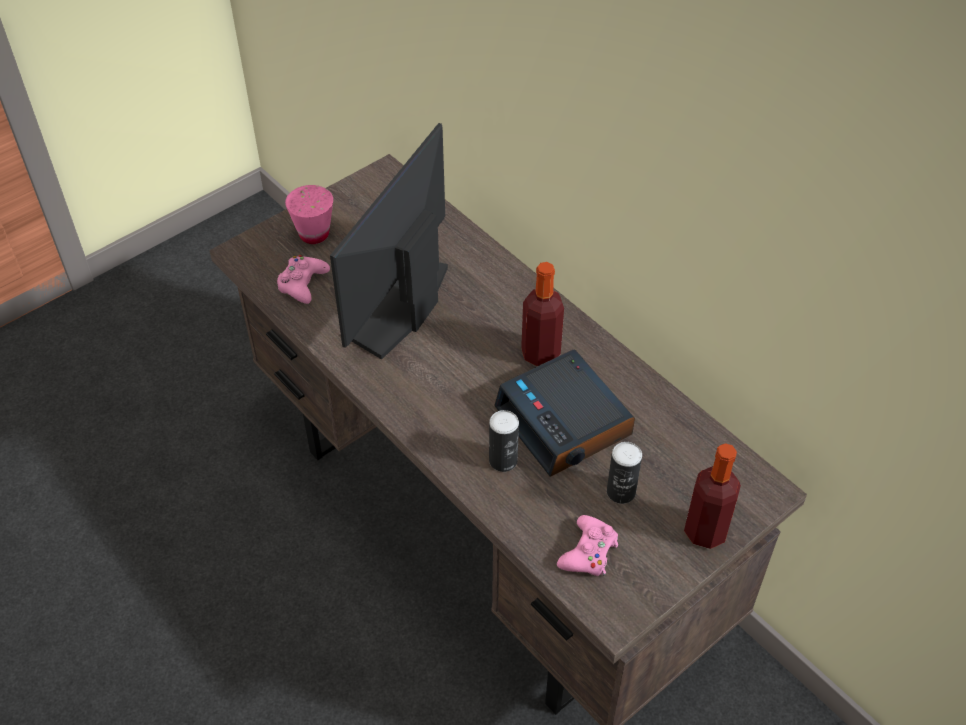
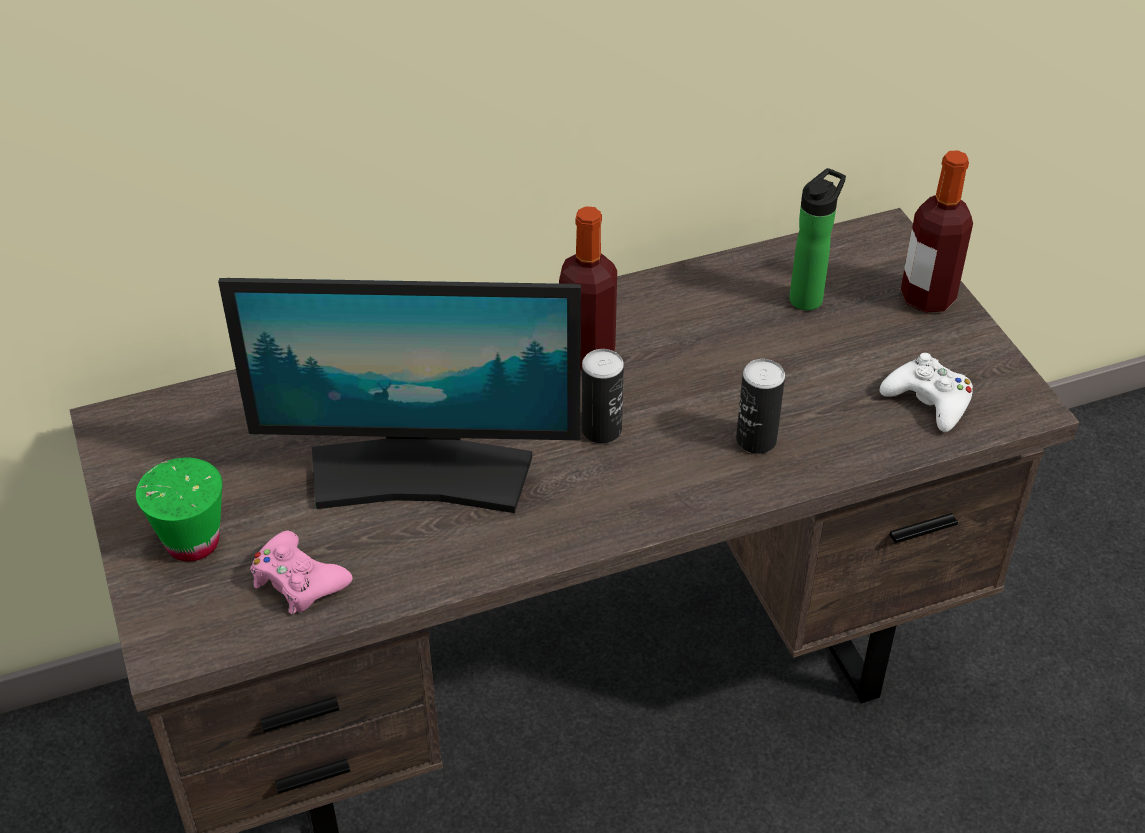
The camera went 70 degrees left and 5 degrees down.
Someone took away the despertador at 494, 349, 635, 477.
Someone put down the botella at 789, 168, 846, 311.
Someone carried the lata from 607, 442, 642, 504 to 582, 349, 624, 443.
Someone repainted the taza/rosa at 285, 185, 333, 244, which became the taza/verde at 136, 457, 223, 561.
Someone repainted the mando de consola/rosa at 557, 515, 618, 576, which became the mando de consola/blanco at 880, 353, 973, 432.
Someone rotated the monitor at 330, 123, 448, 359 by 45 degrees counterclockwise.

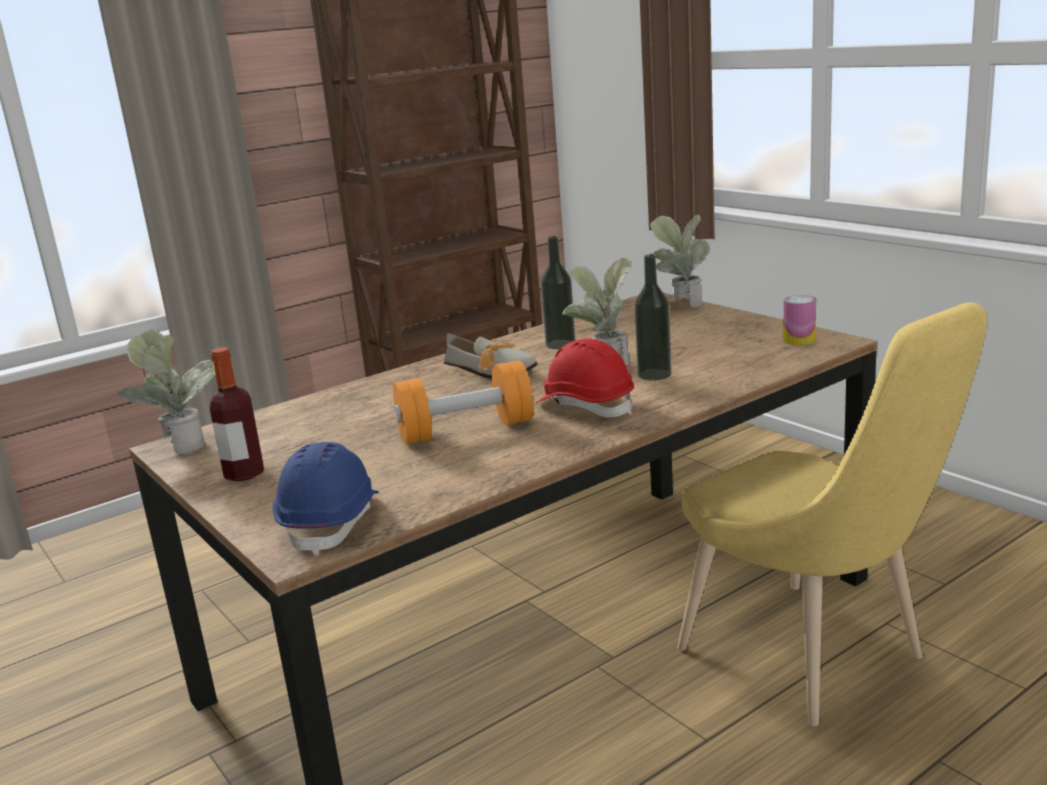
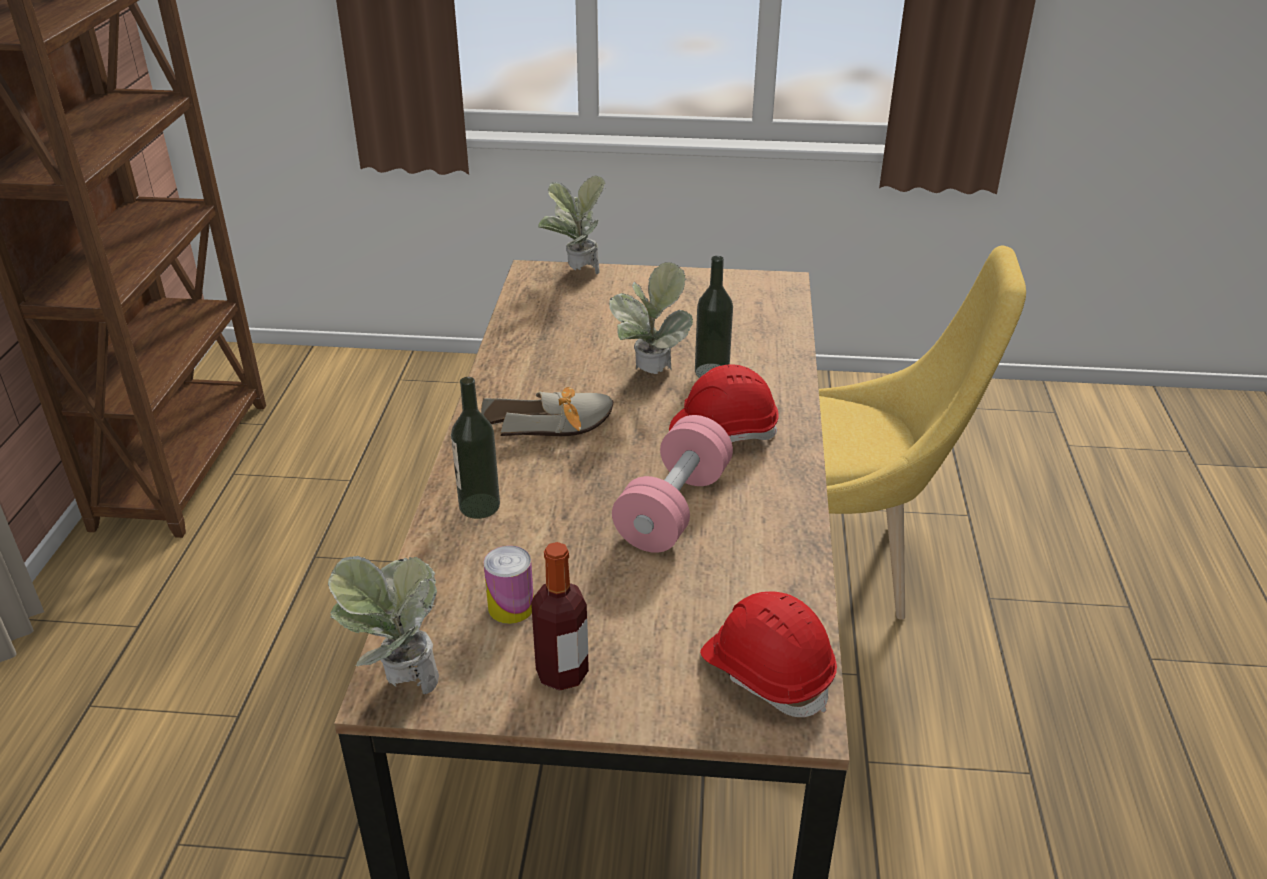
The camera went 50 degrees left and 15 degrees up.
Someone carried the botella from 541, 236, 575, 349 to 451, 377, 500, 519.
Someone carried the lata from 783, 295, 816, 345 to 484, 546, 534, 624.
Someone repainted the casco/azul at 273, 442, 379, 556, which became the casco/rojo at 700, 591, 837, 717.
Someone repainted the mancuerna/naranja at 393, 360, 533, 444, which became the mancuerna/rosa at 612, 415, 733, 553.

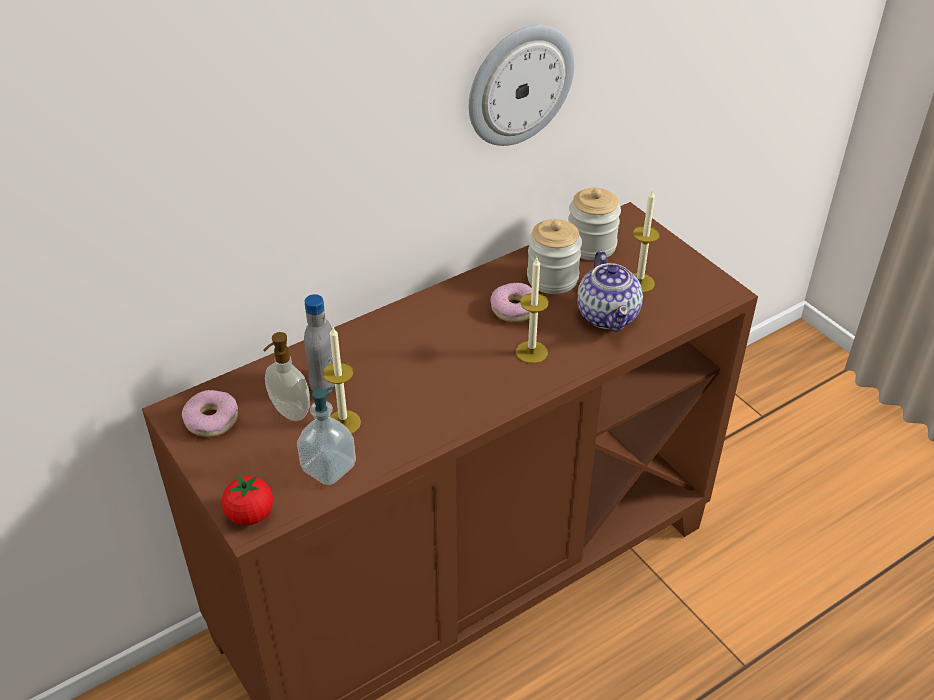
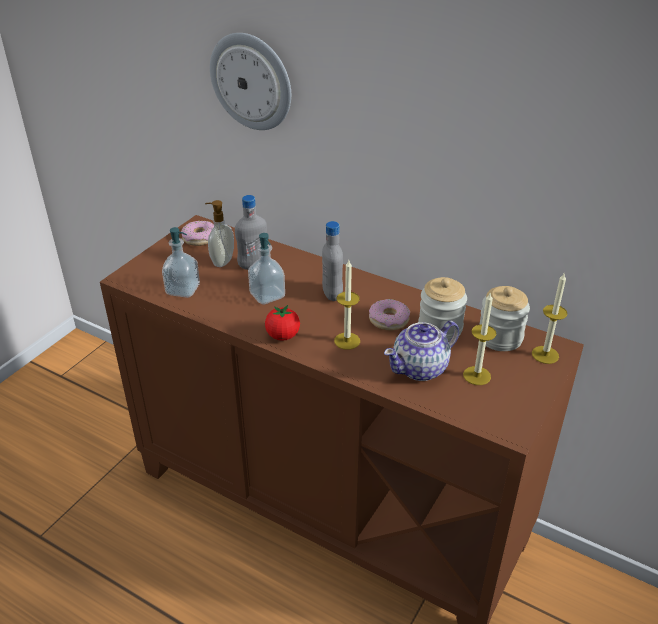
The camera went 65 degrees right and 5 degrees down.
Someone put down the dispensador de jabón at 248, 233, 285, 305.
Someone put down the botella/gris at 322, 221, 343, 301.
Someone carried the tomate from 221, 475, 273, 525 to 265, 305, 300, 341.
Someone carried the vela from 323, 327, 361, 434 to 532, 272, 567, 364.
Someone carried the reloj de pared from 469, 25, 574, 146 to 210, 33, 291, 130.

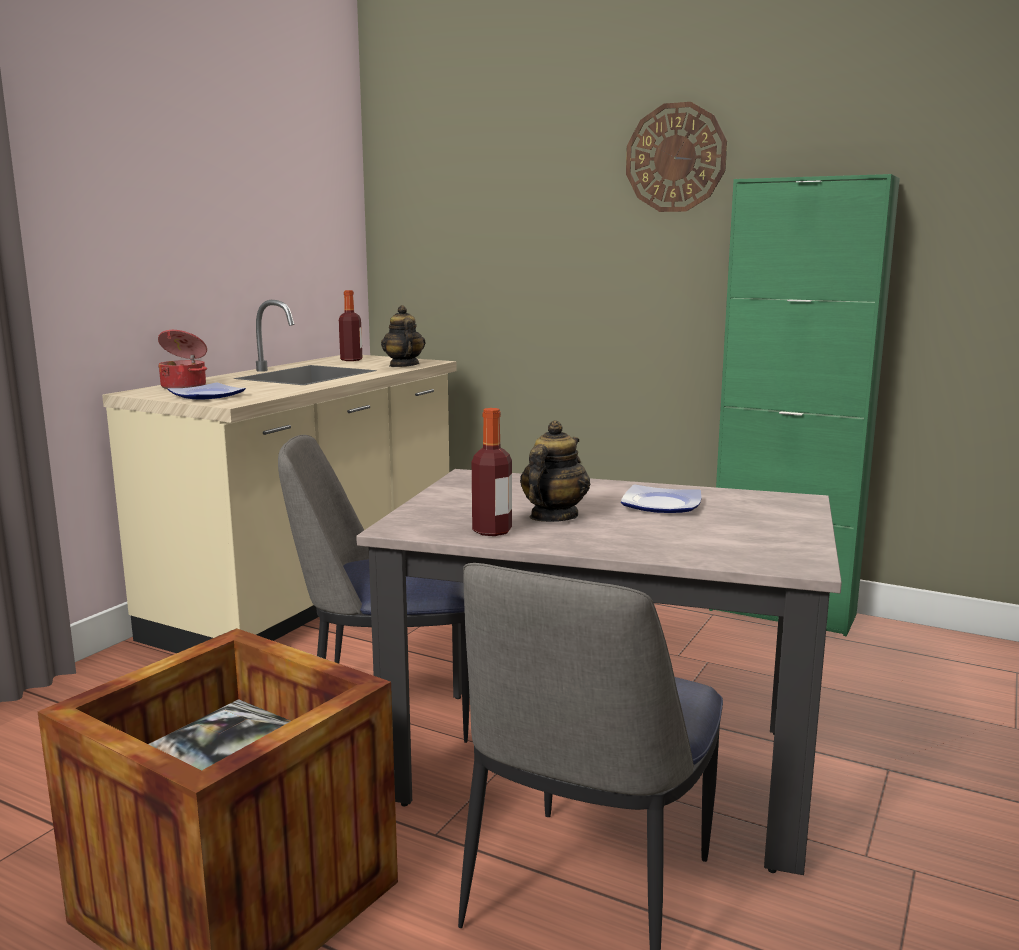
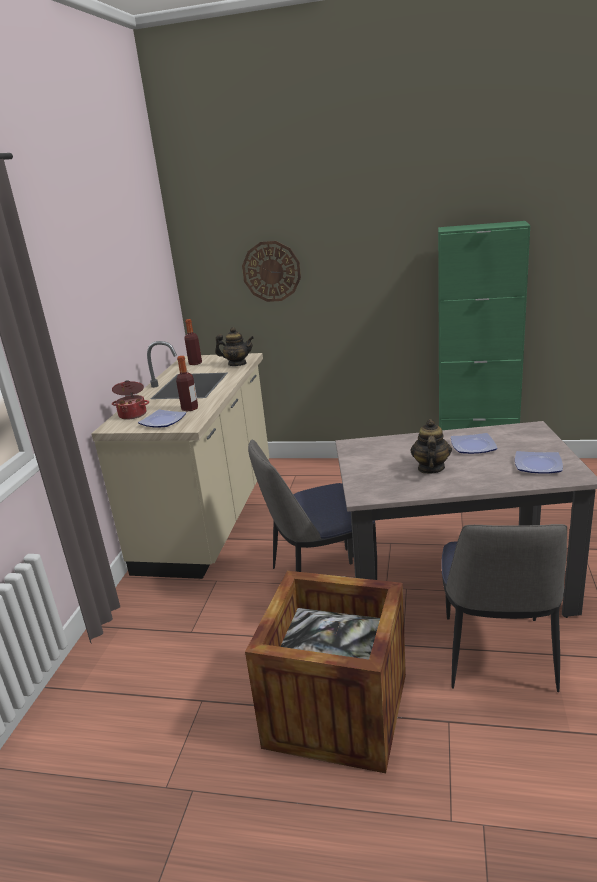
The camera went 15 degrees left and 10 degrees up.
Someone put down the plato at 515, 451, 563, 474.
Someone carried the botella from 472, 408, 512, 536 to 176, 356, 198, 412.
Someone carried the reloj de pared from 626, 102, 727, 212 to 242, 241, 301, 302.
Someone rotated the tetera at 381, 305, 425, 367 by 135 degrees clockwise.

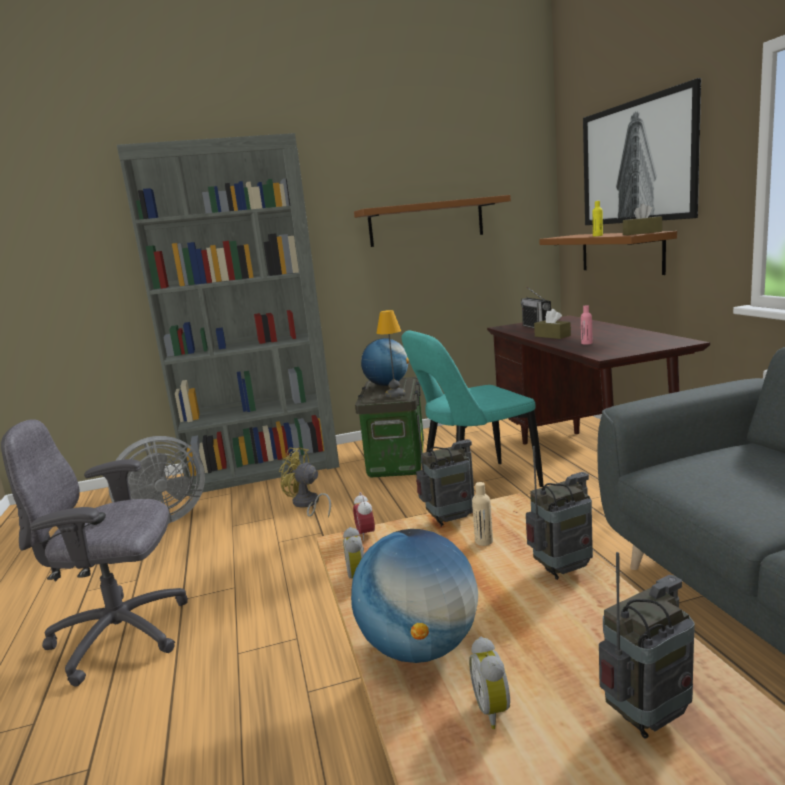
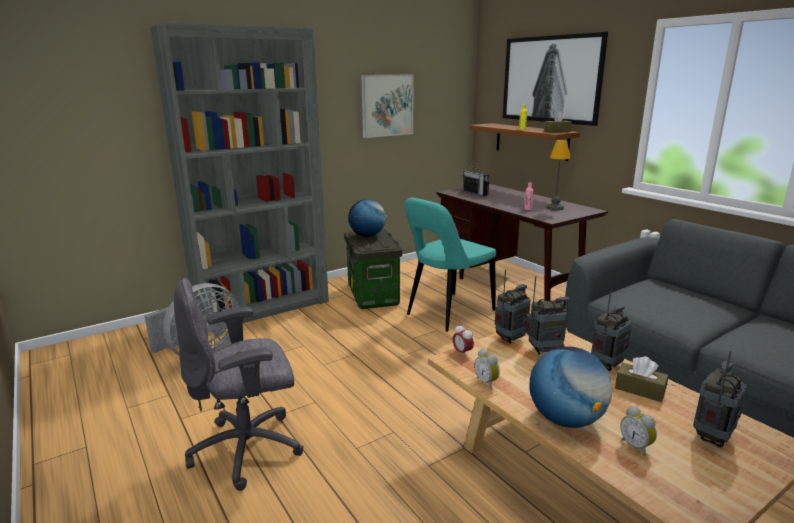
The camera went 20 degrees left and 5 degrees up.
Someone took away the ventilador/amarillo at 279, 447, 331, 518.
Someone carried the lámpara de mesa from 376, 310, 406, 397 to 547, 140, 570, 210.
Someone carried the caja de pañuelos/marrón from 534, 309, 571, 339 to 615, 356, 669, 402.
Someone swapped the estante/marrón at 354, 195, 511, 247 for the cuadro at 361, 74, 413, 138.
Someone swapped the botella/beis at 472, 482, 493, 546 for the radio at 525, 276, 570, 355.

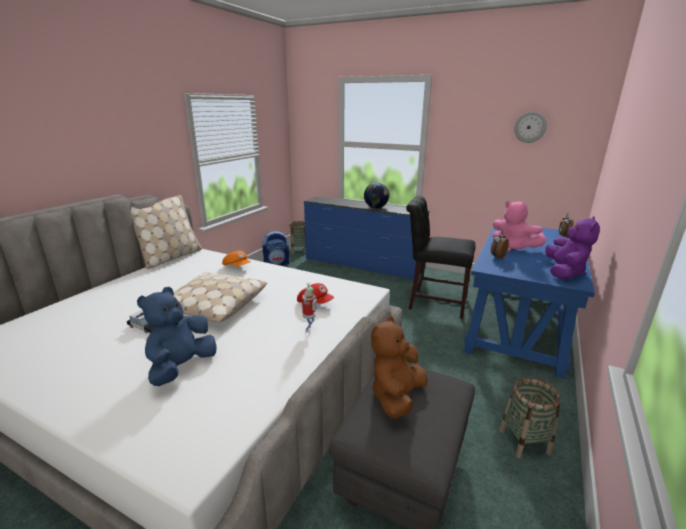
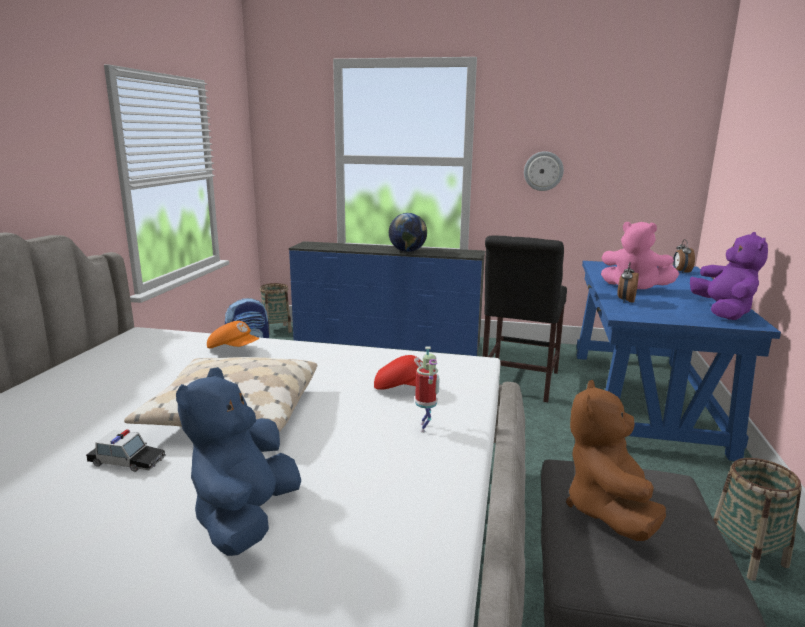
The camera went 15 degrees left and 5 degrees down.
Someone took away the cojín/beis at 131, 195, 202, 269.
Someone carried the reloj de pared from 514, 112, 547, 143 to 524, 151, 564, 191.
Someone rotated the silla/negro at 406, 195, 476, 319 by 75 degrees counterclockwise.

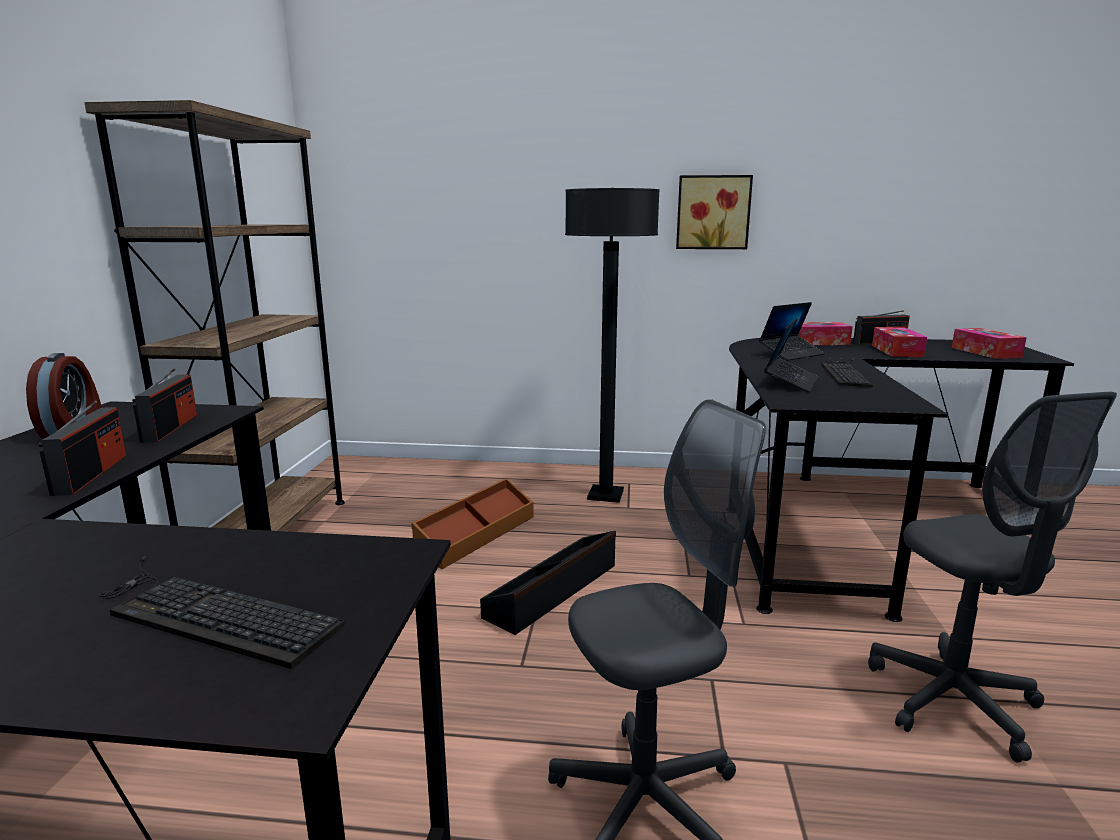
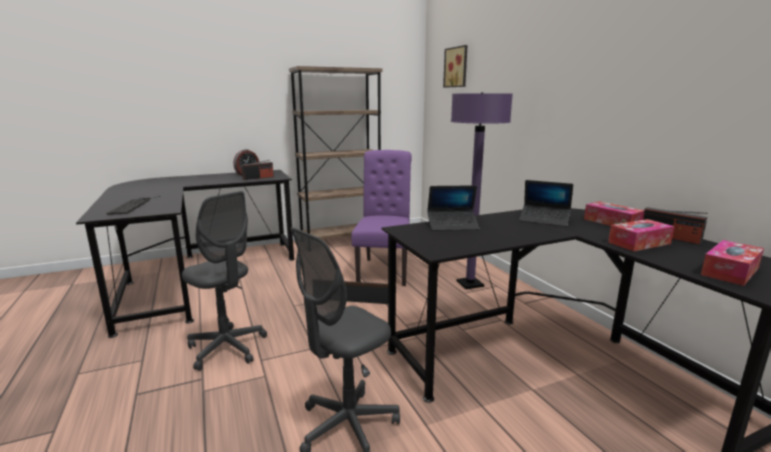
The camera went 60 degrees right and 0 degrees up.
Someone took away the radio at 39, 401, 127, 496.
Someone took away the teclado at 821, 359, 873, 387.
Someone carried the cuadro from 676, 175, 753, 249 to 443, 45, 468, 88.
Someone swapped the caja de almacenaje/marrón at 411, 479, 534, 569 for the silla/morado at 351, 150, 412, 286.
Someone repainted the lámpara de pie/negro at 565, 188, 660, 503, which became the lámpara de pie/morado at 451, 92, 513, 289.

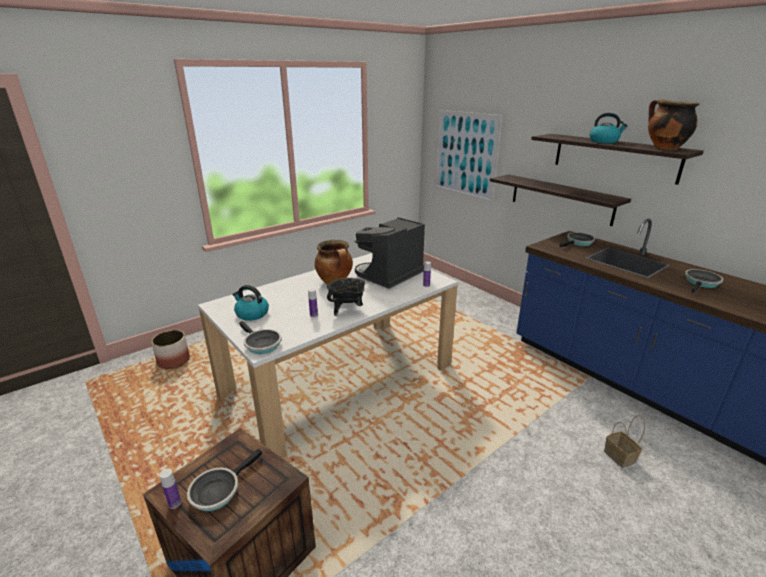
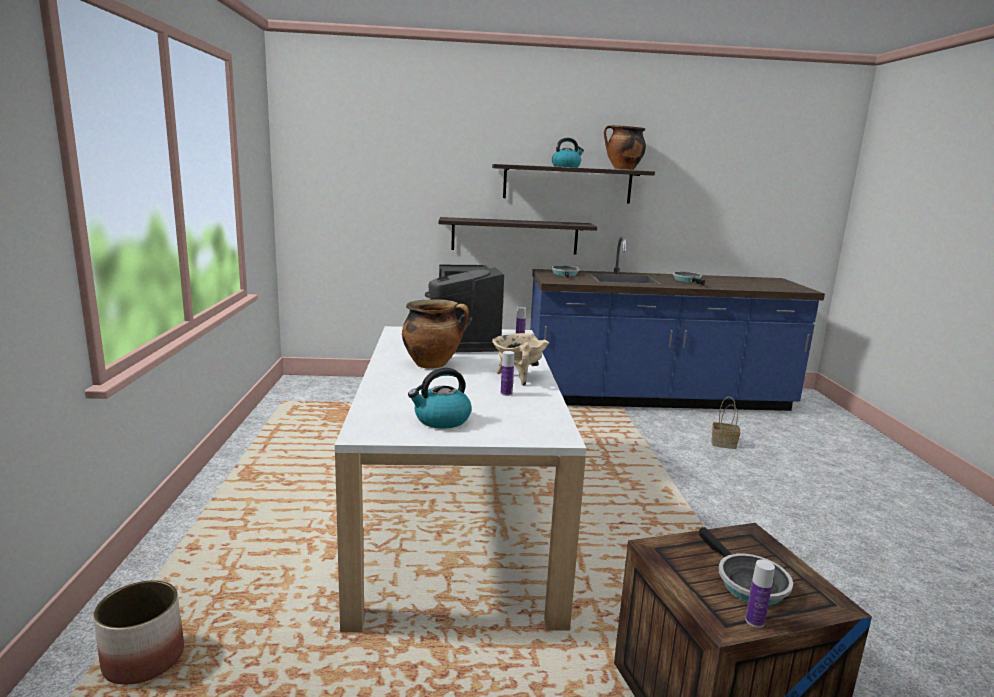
The camera went 55 degrees left and 10 degrees down.
Someone took away the sartén at 239, 321, 282, 354.
Someone took away the cuadro at 434, 110, 503, 203.
Someone repainted the olla/negro at 327, 278, 365, 315, which became the olla/beis at 492, 333, 549, 386.

